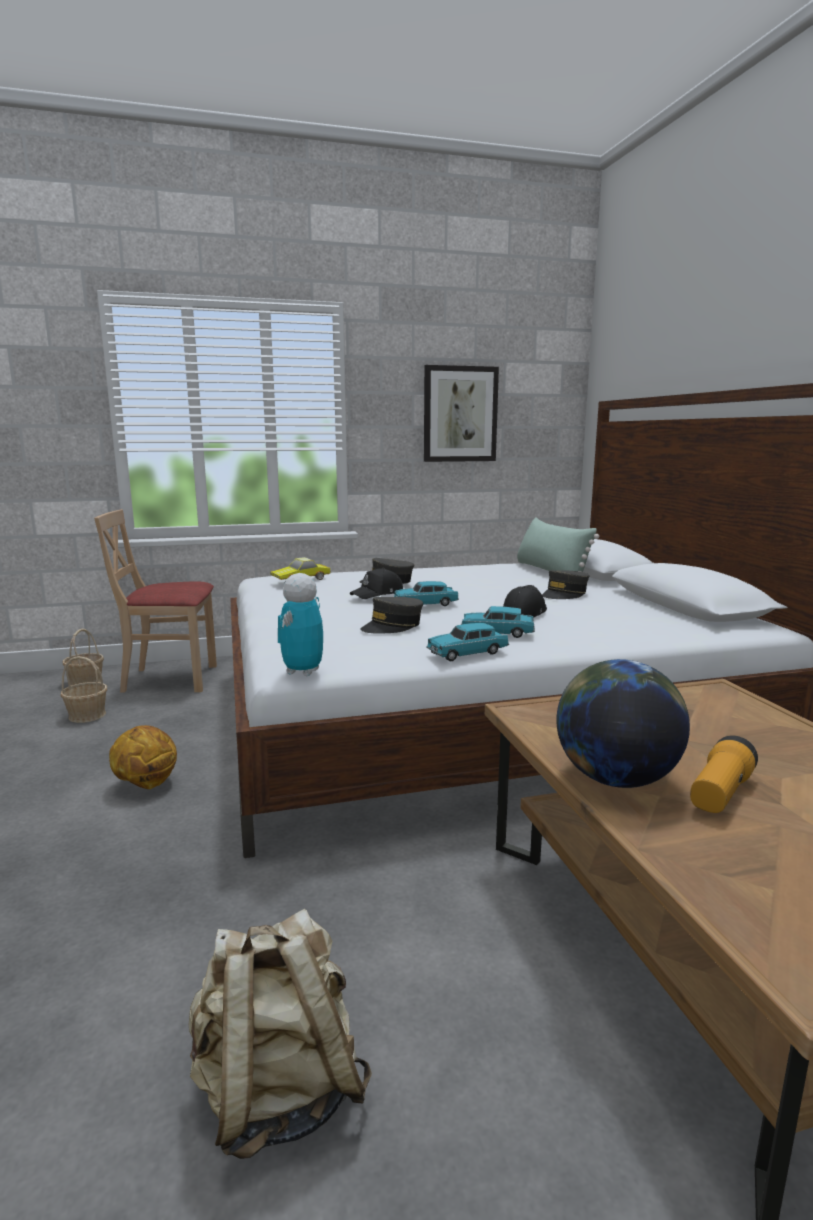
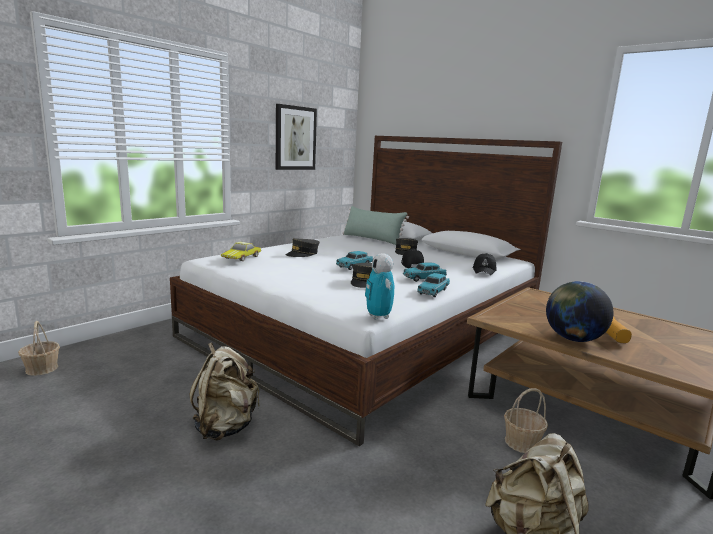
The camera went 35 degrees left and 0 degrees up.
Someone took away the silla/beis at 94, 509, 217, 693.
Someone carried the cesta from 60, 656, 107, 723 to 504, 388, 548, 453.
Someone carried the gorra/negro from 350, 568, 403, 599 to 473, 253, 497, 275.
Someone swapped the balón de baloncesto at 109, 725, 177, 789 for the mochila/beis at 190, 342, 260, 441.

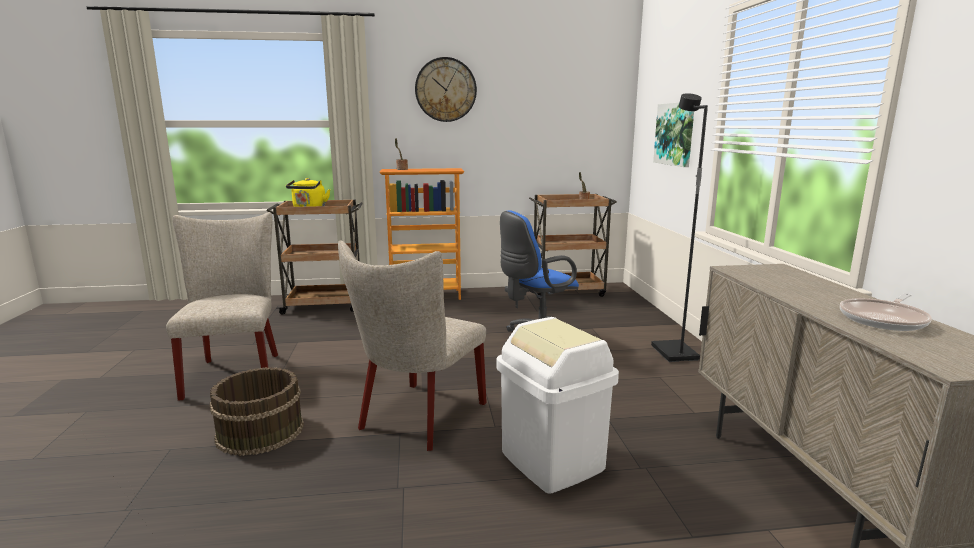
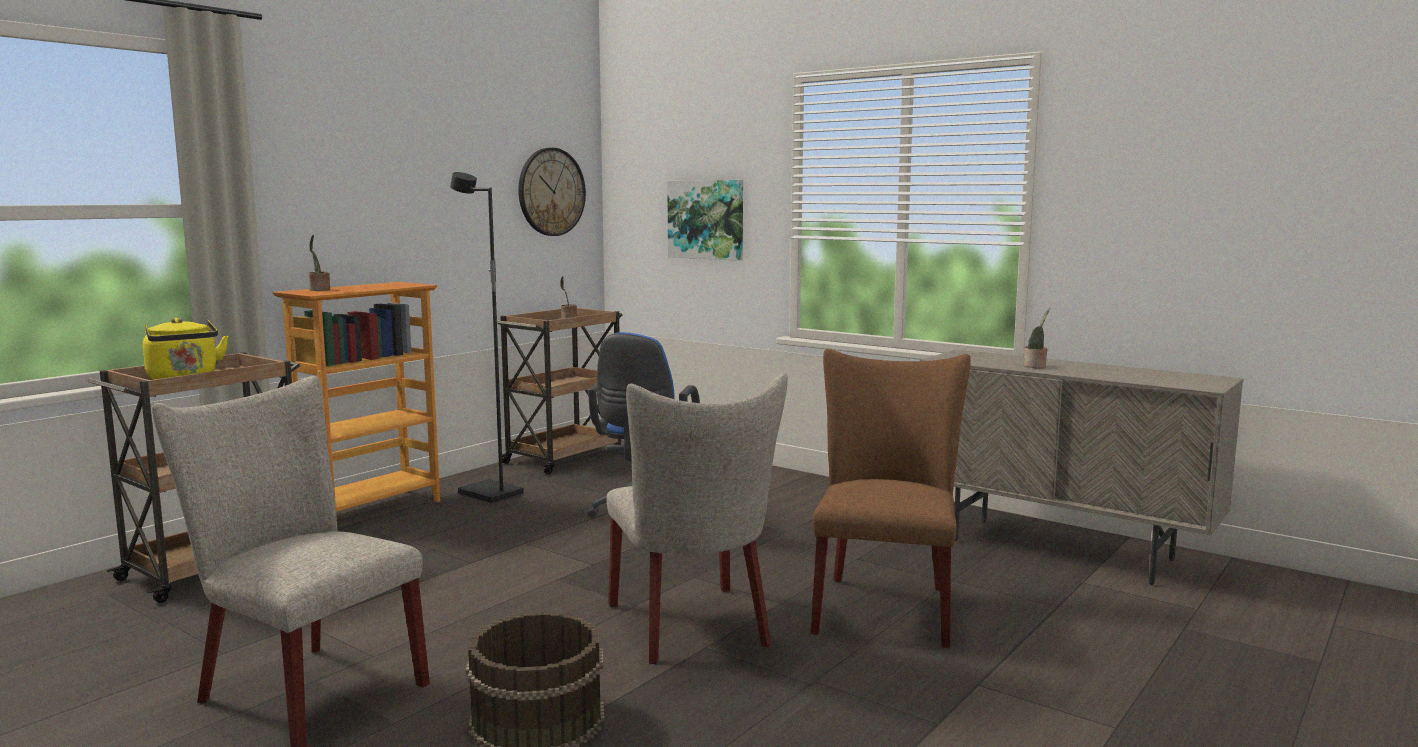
The camera went 45 degrees left and 5 degrees down.
Someone took away the sartén at 840, 293, 932, 331.
Someone put down the planta en maceta at 1023, 308, 1050, 368.
Someone carried the reloj de pared from 415, 57, 477, 122 to 518, 148, 586, 236.
Someone carried the lámpara de pie/negro from 651, 93, 708, 362 to 450, 172, 524, 504.
Someone swapped the papelera/blanco at 497, 317, 619, 493 for the silla/marrón at 811, 348, 971, 648.

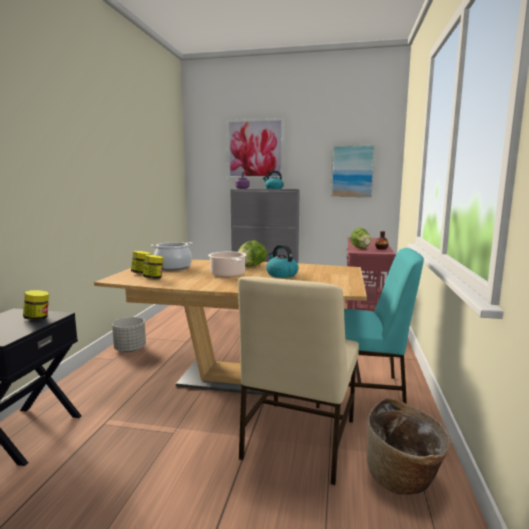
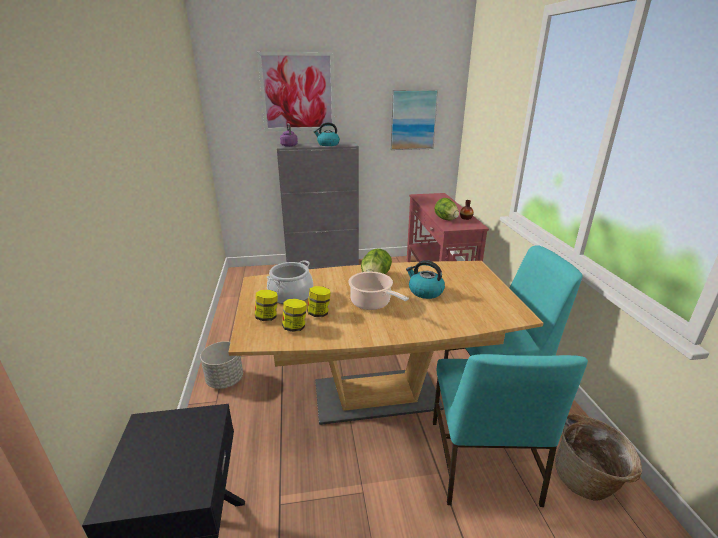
The camera went 20 degrees left and 15 degrees up.
Someone carried the tarro from 23, 290, 49, 320 to 307, 286, 331, 317.
Someone repainted the silla/beis at 238, 276, 359, 485, which became the silla/turquesa at 433, 354, 588, 507.

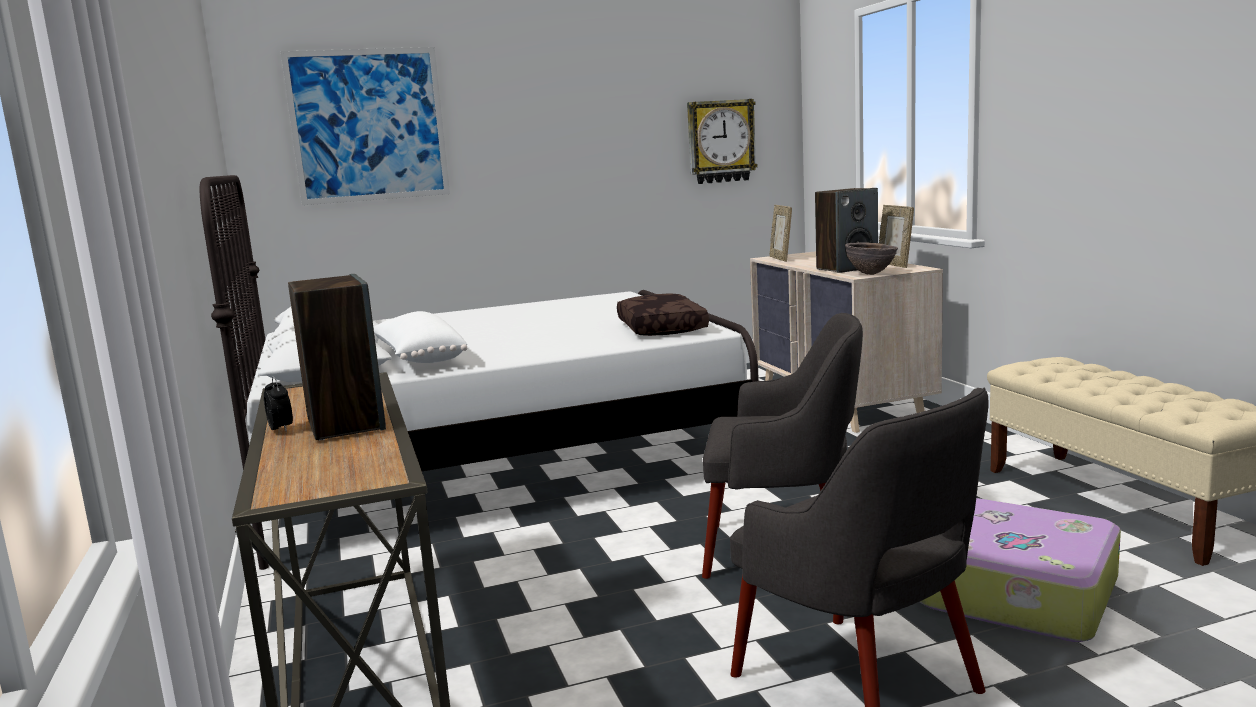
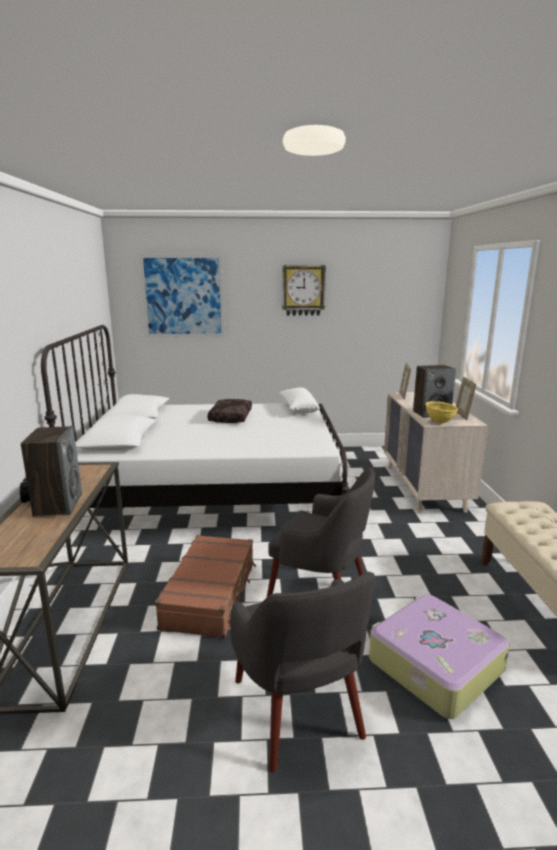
The camera went 15 degrees right and 5 degrees up.
Someone put down the maleta/marrón at 155, 535, 256, 638.
Someone carried the cojín/blanco from 373, 311, 467, 363 to 279, 387, 320, 413.
Someone carried the cojín/marrón from 617, 293, 709, 336 to 208, 399, 252, 423.
Someone carried the reloj de pared from 687, 99, 757, 184 to 282, 265, 326, 316.
Someone repainted the cuenco/marrón at 845, 243, 898, 275, which became the cuenco/amarillo at 425, 401, 458, 424.

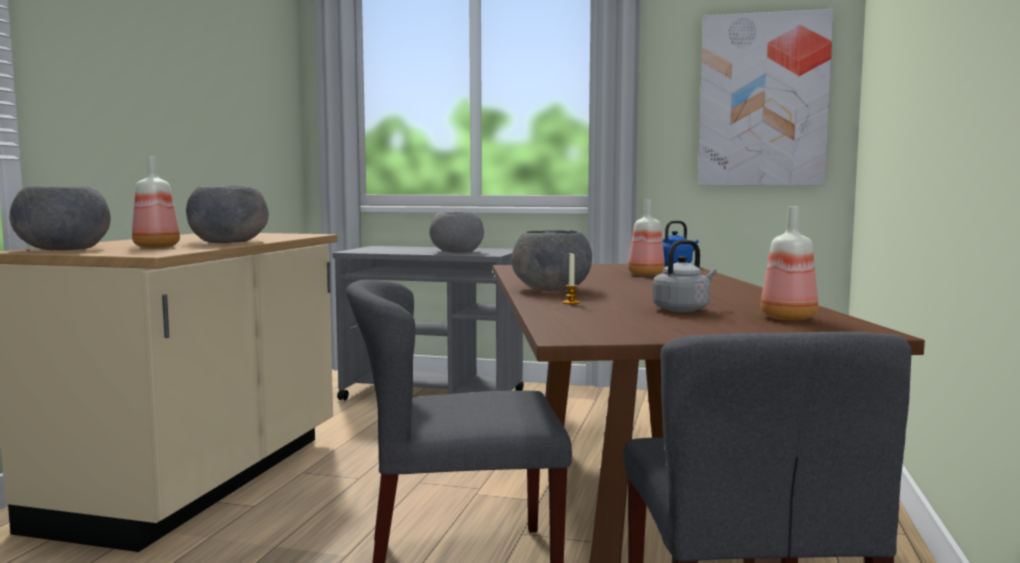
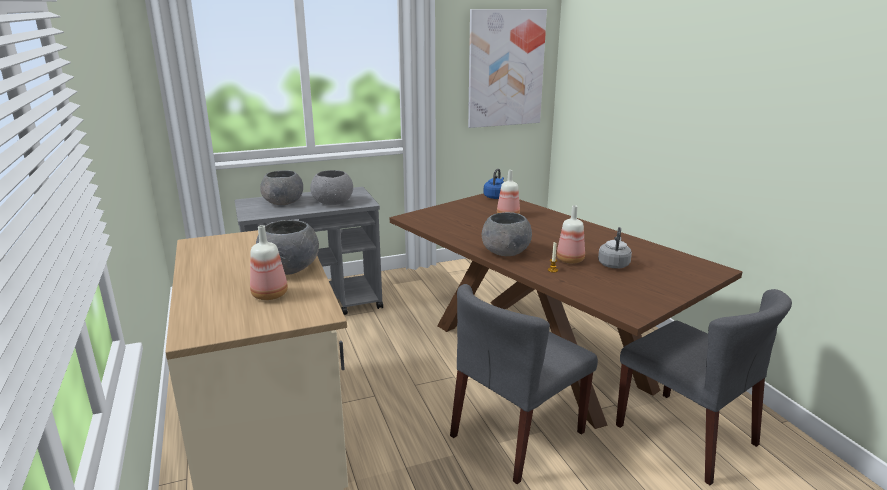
The camera went 35 degrees left and 15 degrees up.
Someone carried the cuenco/gris from 9, 186, 111, 251 to 260, 170, 303, 205.
Someone carried the botella from 761, 206, 818, 320 to 557, 205, 585, 264.

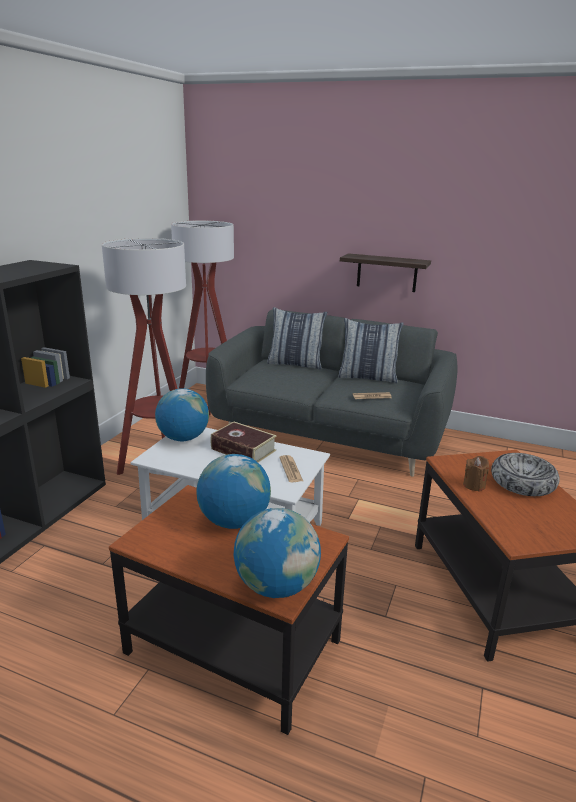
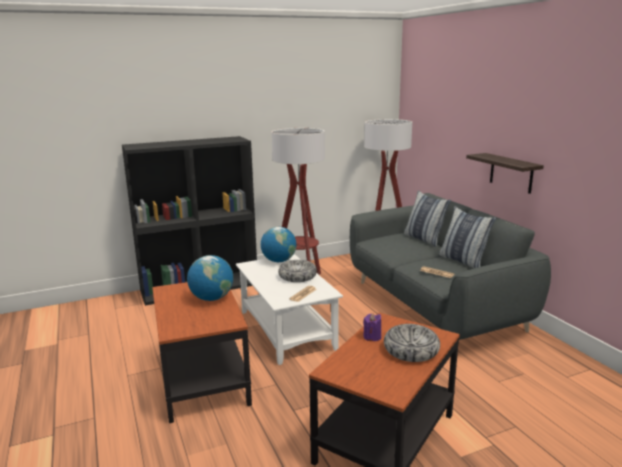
The camera went 45 degrees right and 5 degrees down.
Someone took away the globo terráqueo at 234, 508, 321, 598.
Someone swapped the libro at 211, 422, 276, 463 for the cuenco at 278, 260, 317, 282.
Someone repainted the vela/marrón at 463, 456, 489, 492, which became the vela/morado at 363, 313, 381, 341.

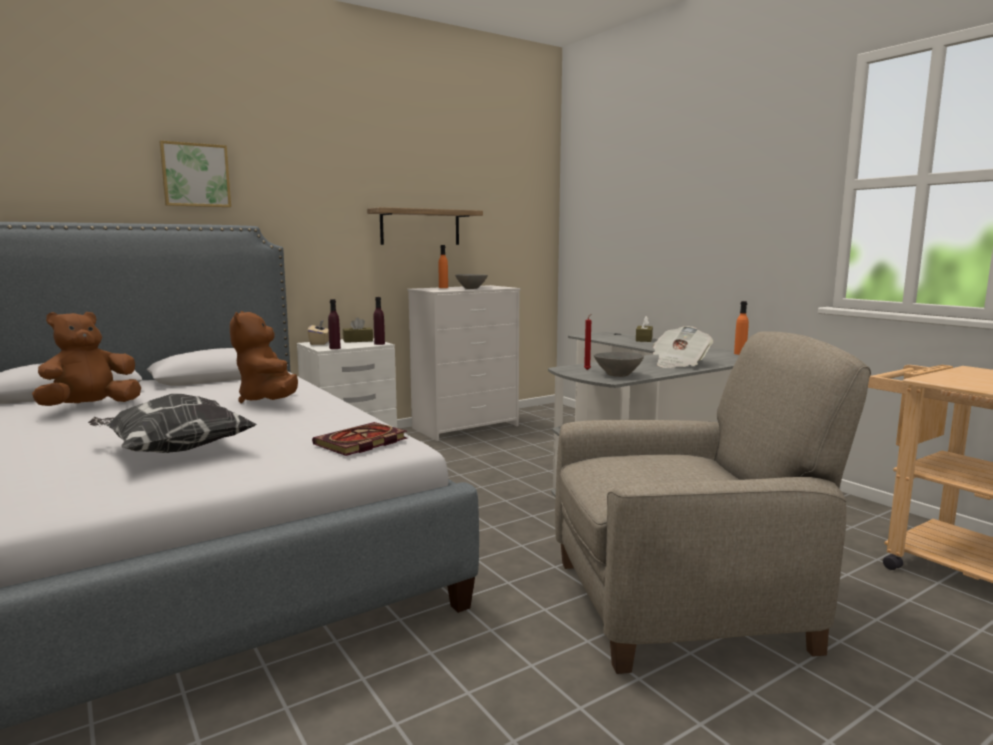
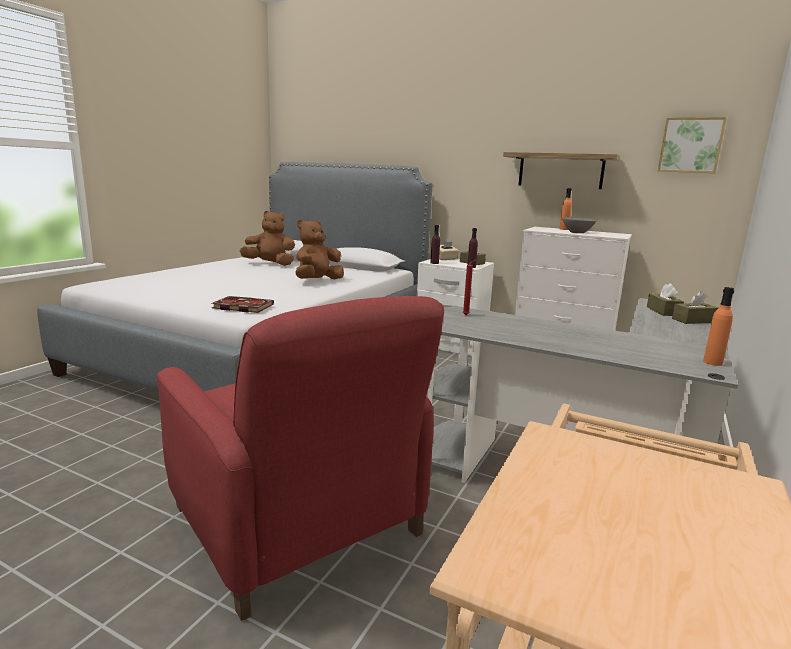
The camera went 60 degrees right and 5 degrees up.
Someone took away the cojín at 88, 394, 257, 453.
Someone took away the cuenco/gris at 594, 352, 644, 377.
Someone took away the periódico at 653, 326, 713, 368.
Someone put down the caja de pañuelos/marrón at 647, 283, 684, 316.
Someone carried the cuadro from 160, 141, 231, 207 to 658, 117, 727, 173.
Someone repainted the sillón/beis at 555, 331, 871, 674, which became the sillón/rojo at 157, 296, 444, 621.

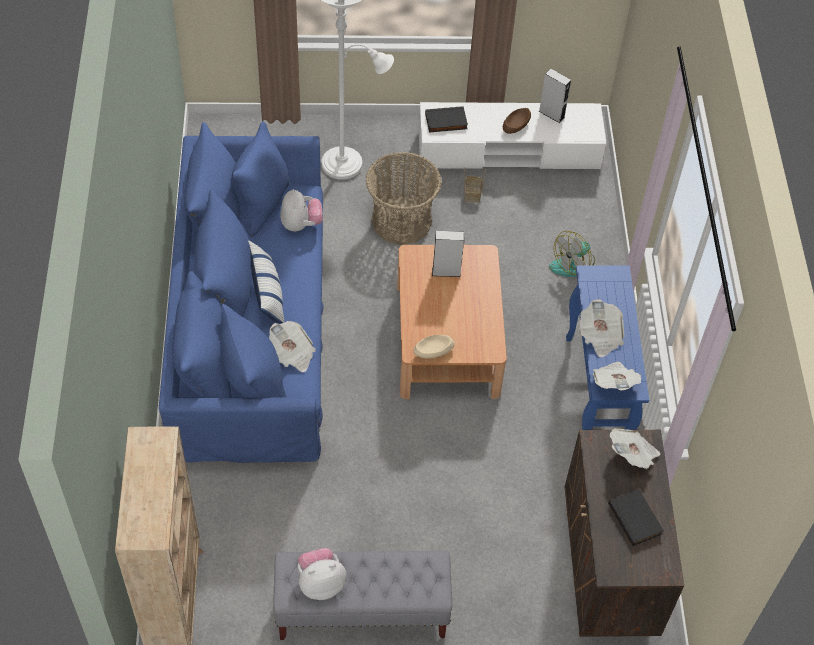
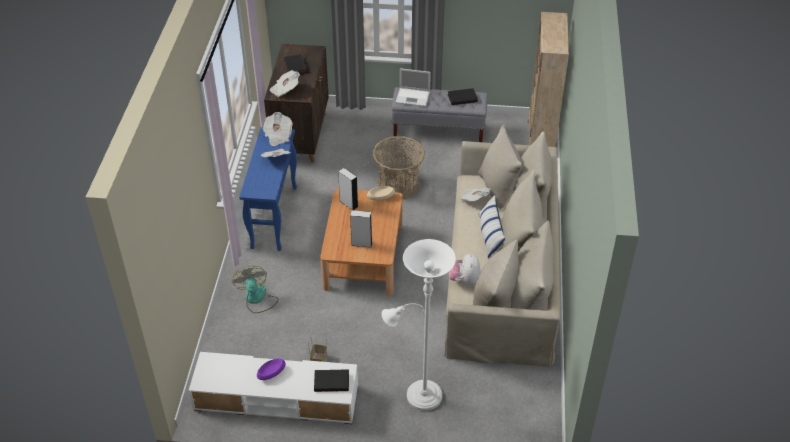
The camera went 170 degrees left and 10 degrees down.
Someone put down the portátil at 395, 68, 431, 107.
Someone carried the cesta from 366, 152, 442, 245 to 373, 136, 425, 199.
Someone carried the altavoz/gris from 539, 69, 571, 123 to 338, 168, 358, 210.
Someone swapped the peluche at 298, 548, 347, 600 for the libro/negro at 448, 88, 478, 105.
Someone repainted the sofá/azul at 159, 121, 323, 463, which became the sofá/beis at 444, 125, 560, 367.
Someone repainted the cuenco/marrón at 503, 108, 531, 134, which became the cuenco/morado at 257, 358, 286, 380.
Someone rotated the ventilador at 549, 231, 595, 277 by 75 degrees counterclockwise.

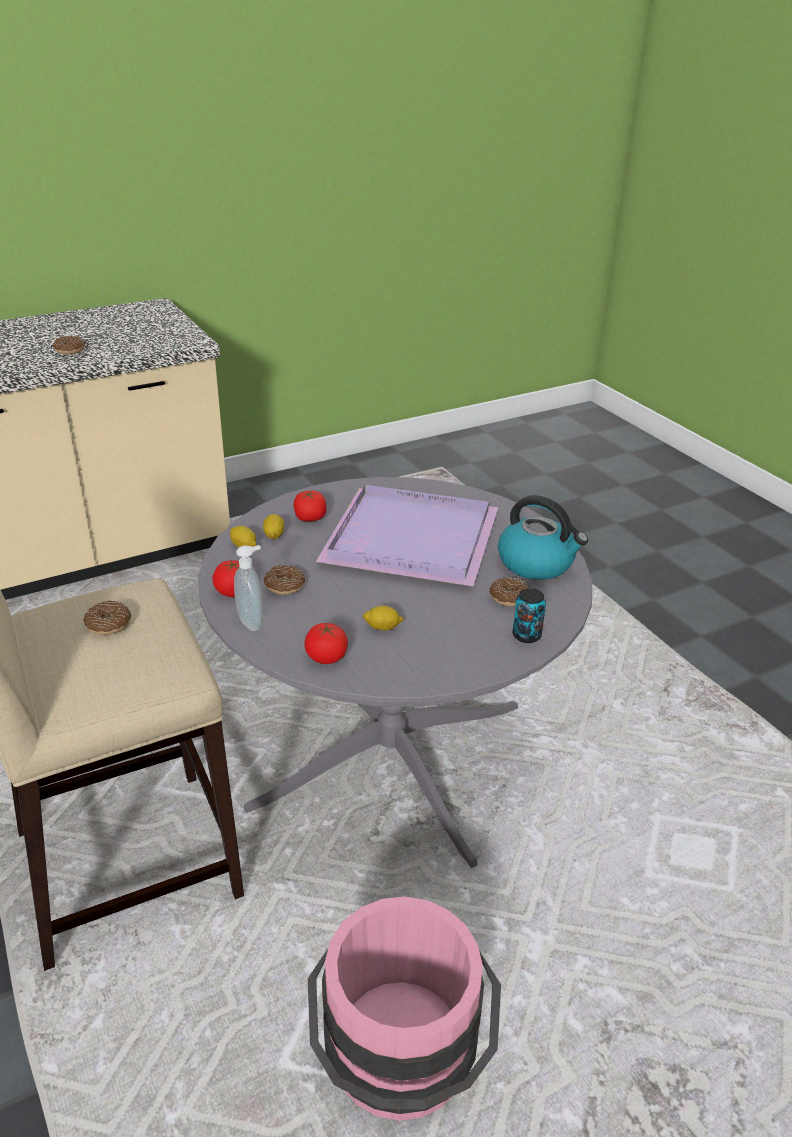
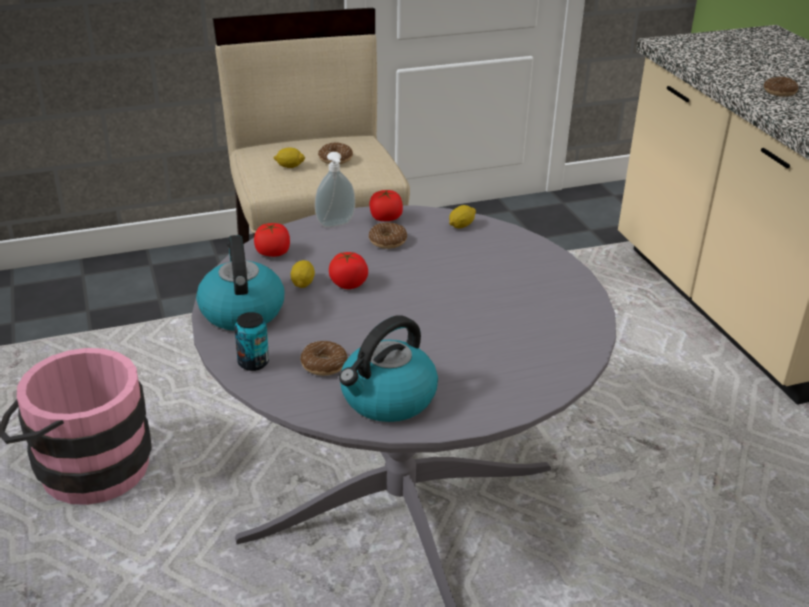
The camera went 100 degrees right and 0 degrees up.
Someone took away the bandeja/morado at 316, 485, 498, 586.
Someone put down the hervidor at 196, 235, 285, 331.
Someone carried the limón from 263, 514, 285, 539 to 274, 147, 305, 168.
Someone carried the tomate from 294, 490, 326, 521 to 329, 252, 368, 289.

